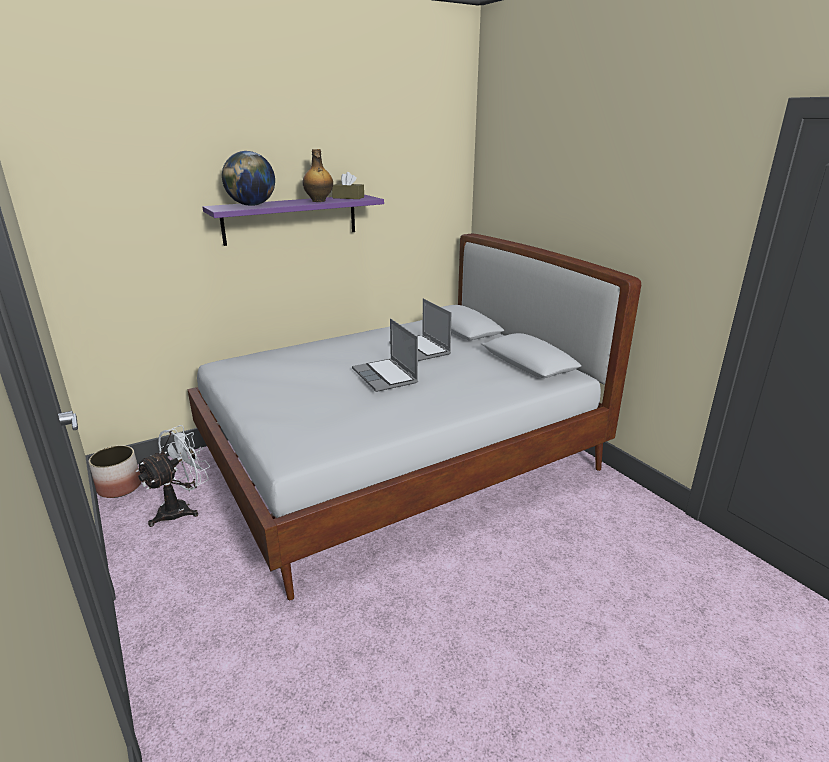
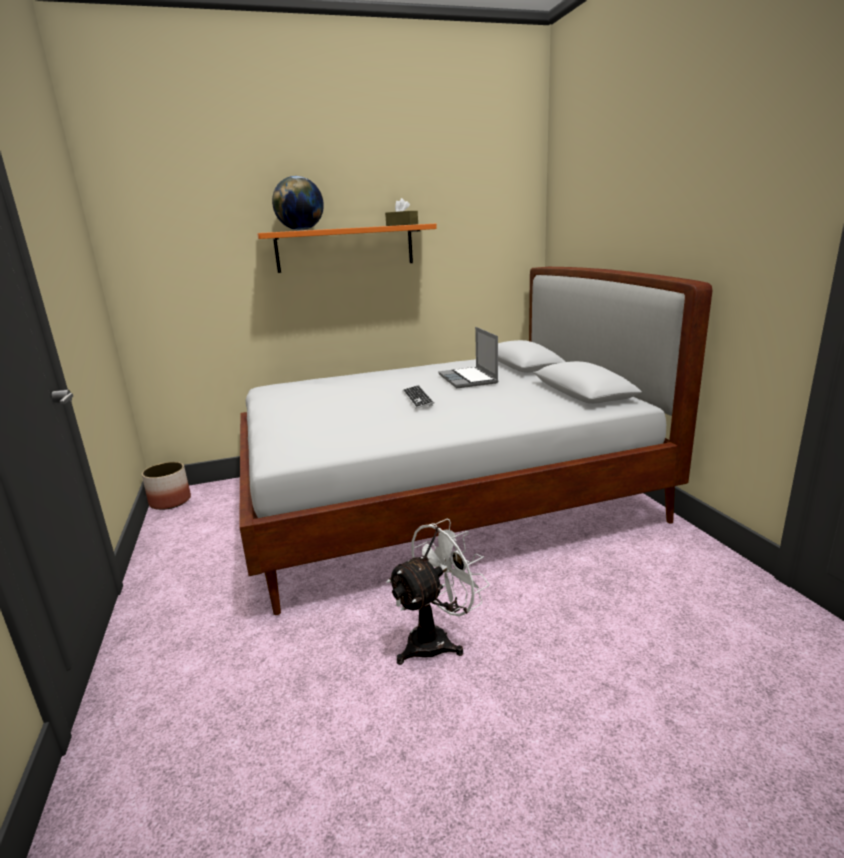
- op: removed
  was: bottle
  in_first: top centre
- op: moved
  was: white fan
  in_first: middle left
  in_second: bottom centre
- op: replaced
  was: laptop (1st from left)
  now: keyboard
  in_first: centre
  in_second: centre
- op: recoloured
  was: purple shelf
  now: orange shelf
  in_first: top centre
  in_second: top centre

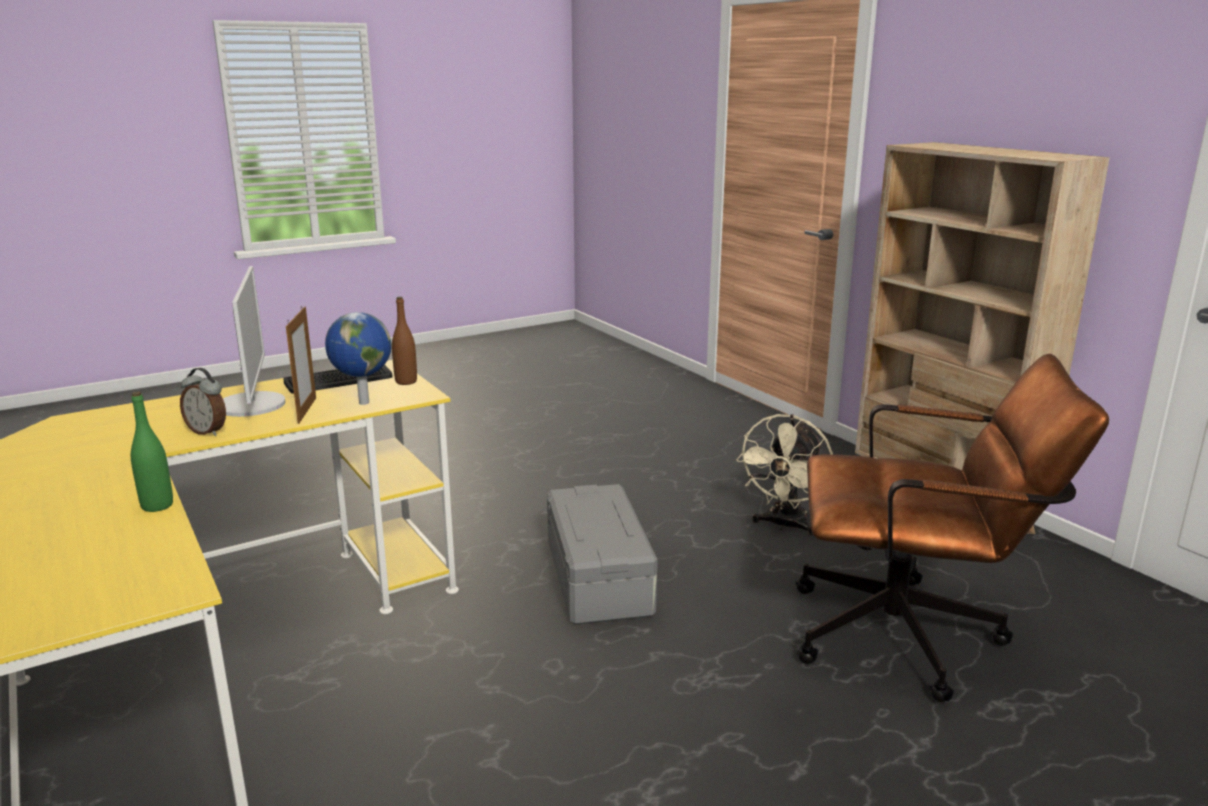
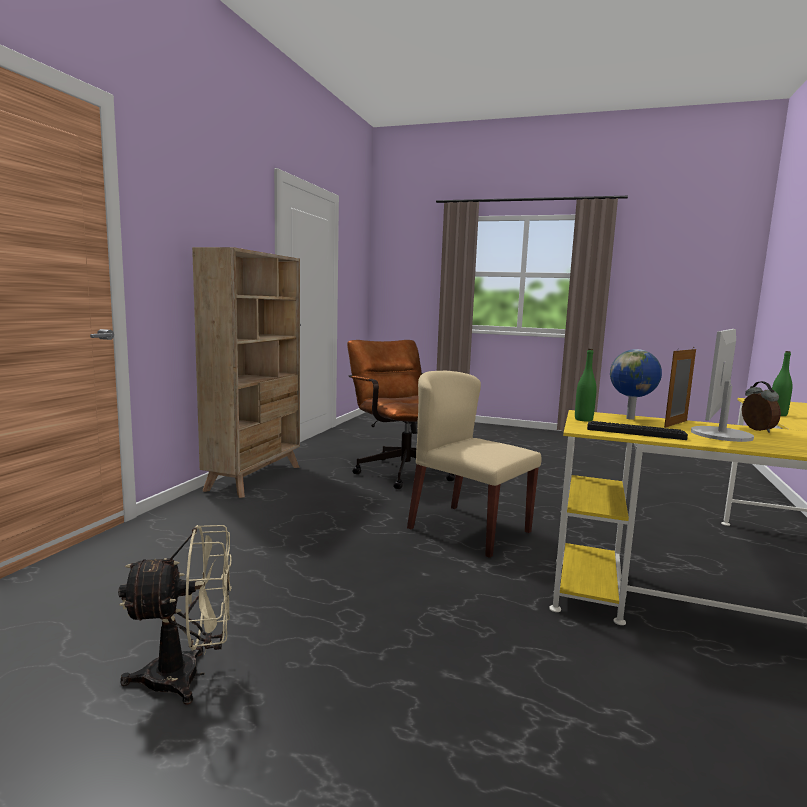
- op: moved
  was: beige fan
  in_first: centre
  in_second: bottom left
- op: replaced
  was: grey storage box
  now: beige chair
  in_first: bottom centre
  in_second: centre
- op: recoloured
  was: brown bottle
  now: green bottle (1st from left)
  in_first: centre
  in_second: middle right

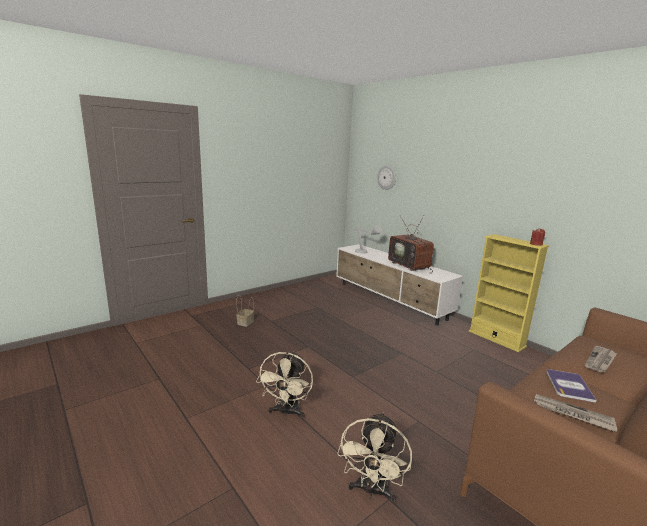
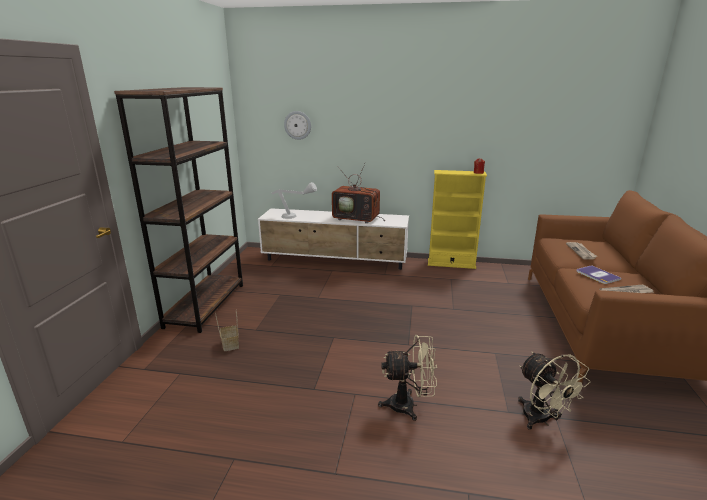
- op: added
  now: brown bookcase
  in_second: middle left
- op: turned
  was: beige fan (1st from left)
  in_first: bottom centre
  in_second: bottom centre
  clockwise: -60

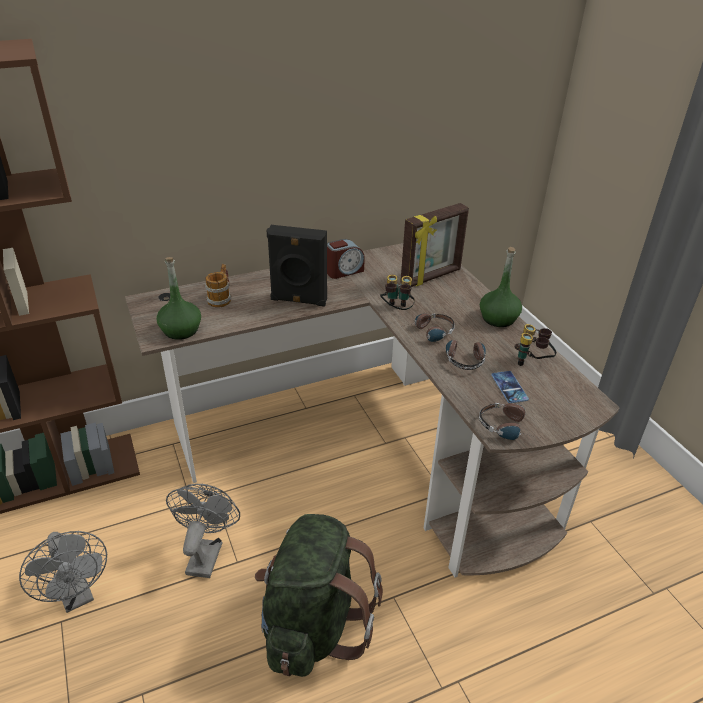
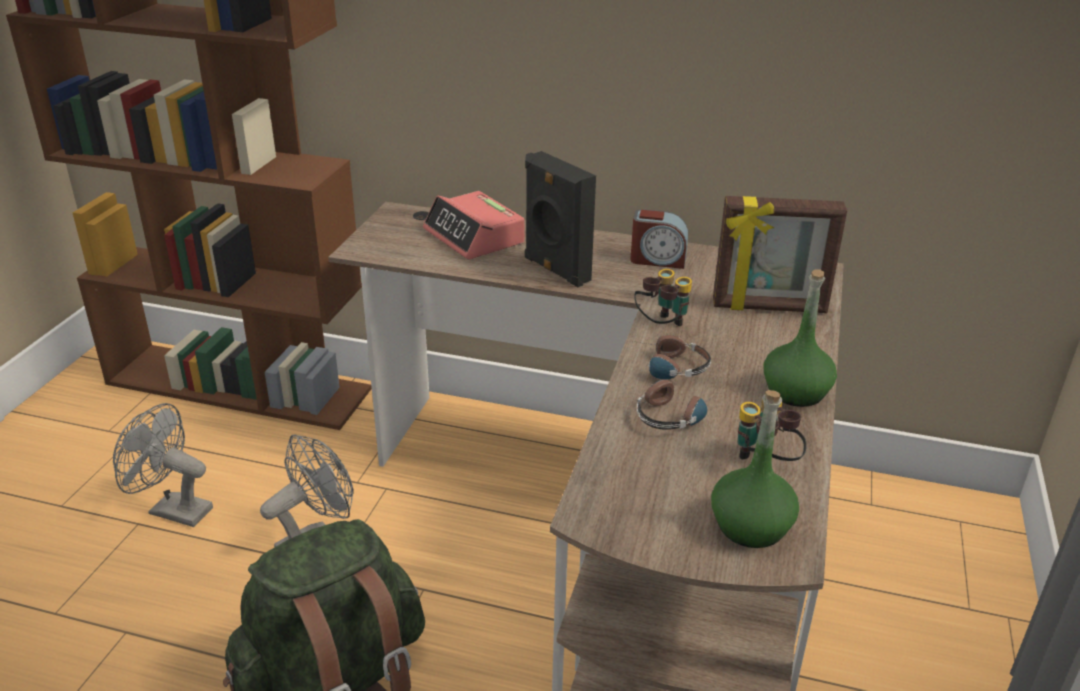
- op: removed
  was: headphones (3rd from left)
  in_first: middle right
- op: removed
  was: phone
  in_first: middle right
- op: moved
  was: green bottle (1st from left)
  in_first: middle left
  in_second: bottom right
- op: replaced
  was: mug
  now: alarm clock (1st from left)
  in_first: middle left
  in_second: top centre
- op: turned
  was: grey fan (1st from left)
  in_first: bottom left
  in_second: bottom left
  clockwise: 105

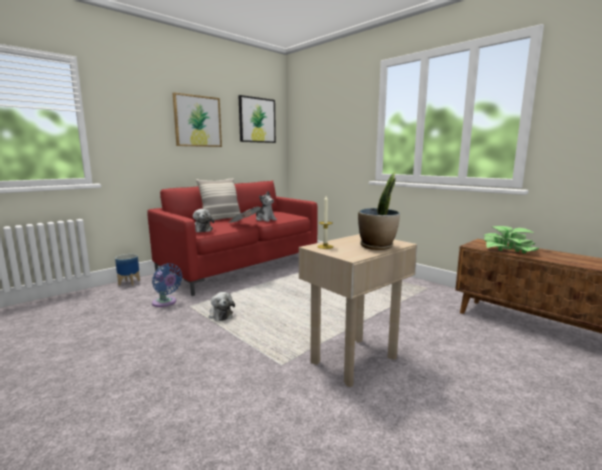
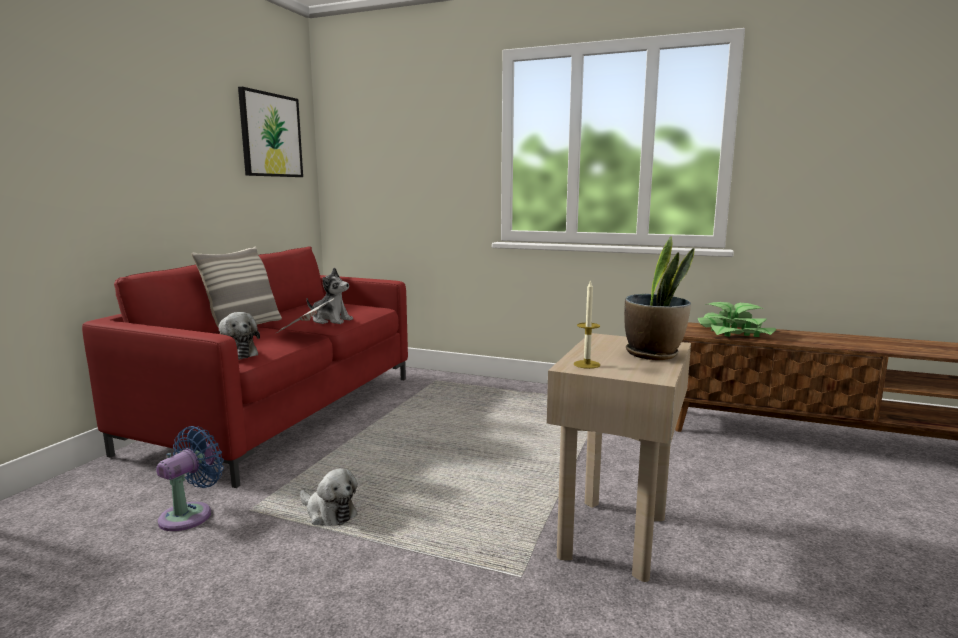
- op: removed
  was: planter
  in_first: middle left
- op: removed
  was: picture (1st from left)
  in_first: top left
- op: turned
  was: blue fan
  in_first: middle left
  in_second: bottom left
  clockwise: -75

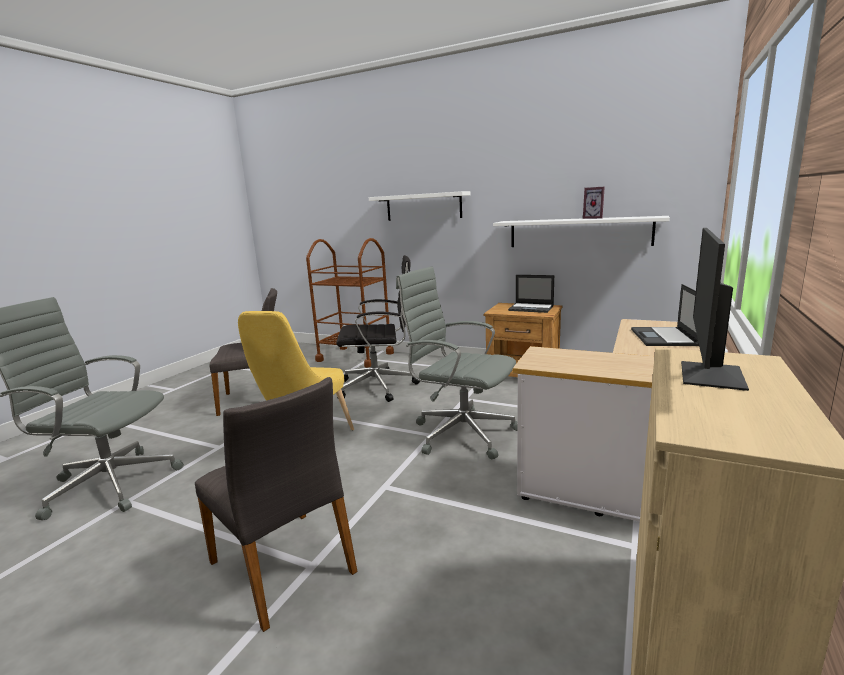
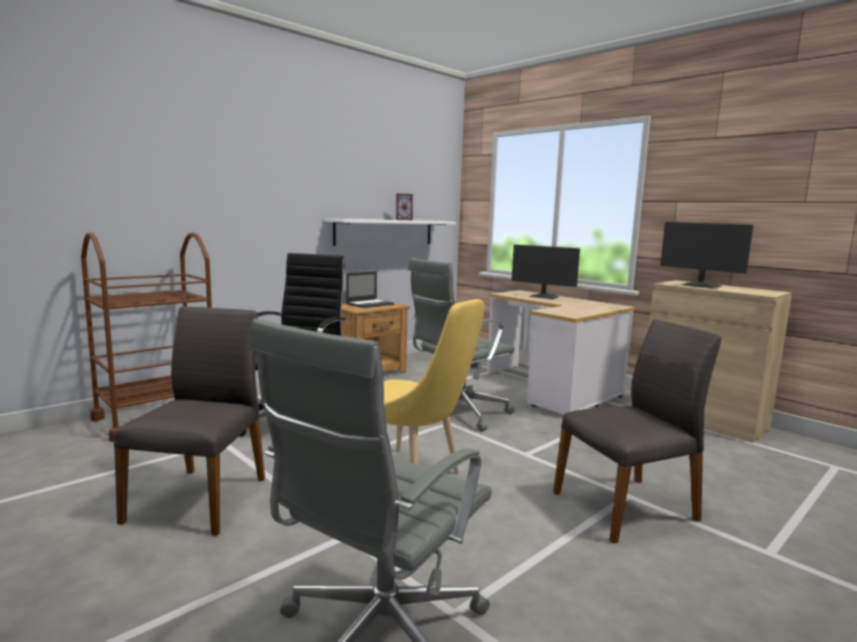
- op: removed
  was: white shelf (1st from left)
  in_first: top centre
- op: replaced
  was: laptop (2nd from left)
  now: monitor (1st from left)
  in_first: middle right
  in_second: centre

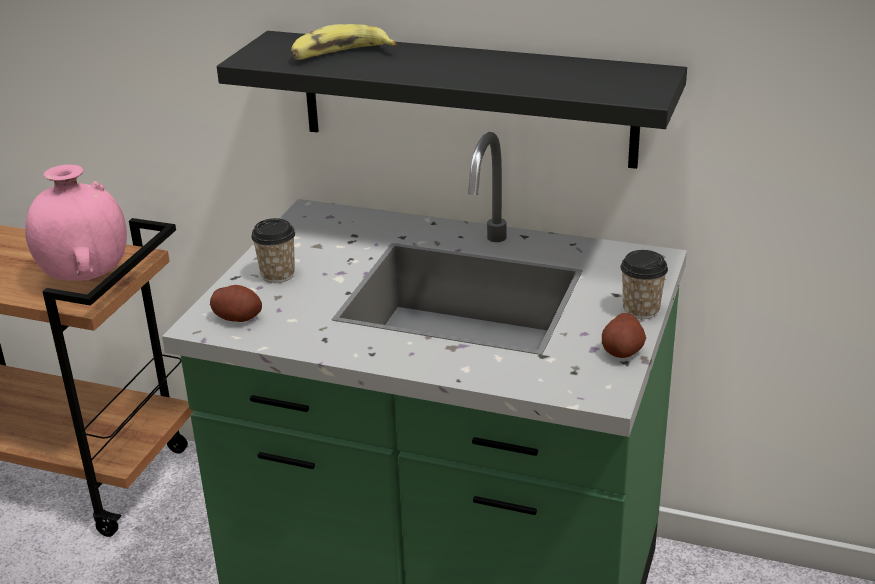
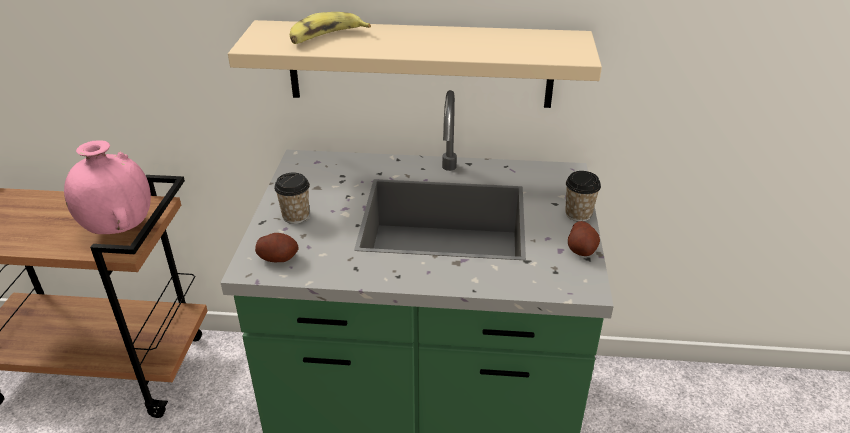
- op: recoloured
  was: black shelf
  now: beige shelf
  in_first: top centre
  in_second: top centre

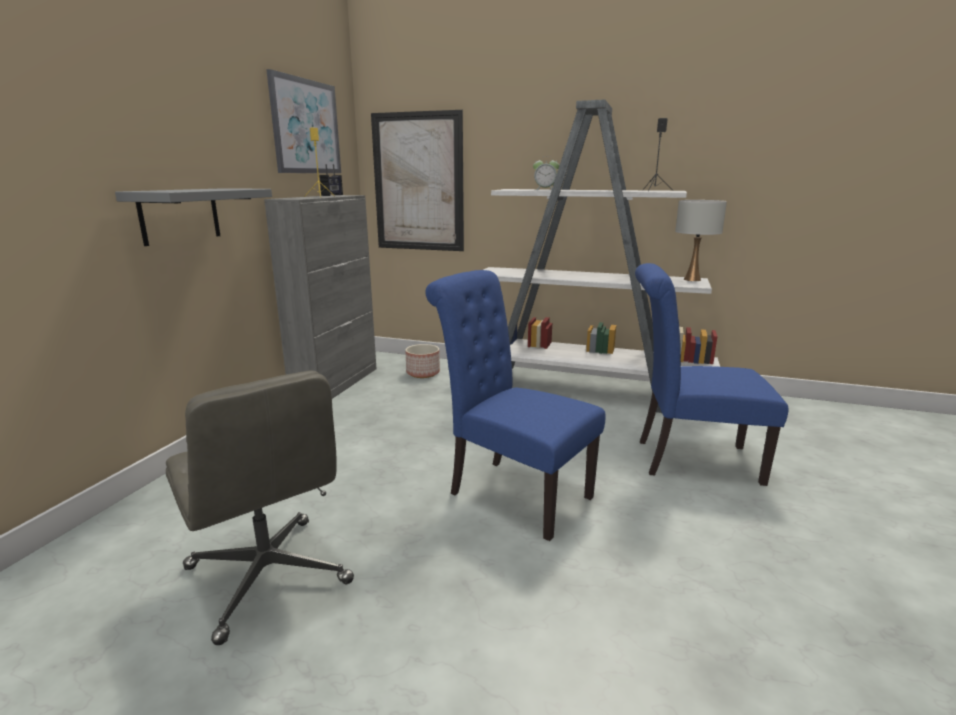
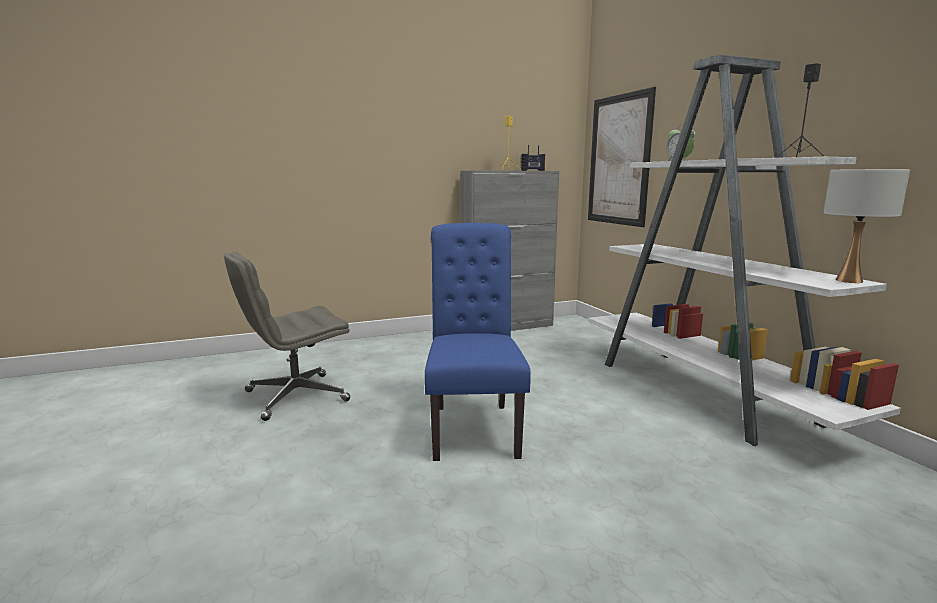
- op: removed
  was: grey shelf
  in_first: top left
- op: removed
  was: picture (1st from left)
  in_first: top left
- op: removed
  was: planter
  in_first: centre
- op: removed
  was: blue chair (2nd from left)
  in_first: middle right
- op: turned
  was: grey office chair
  in_first: bottom left
  in_second: middle left
  clockwise: 45

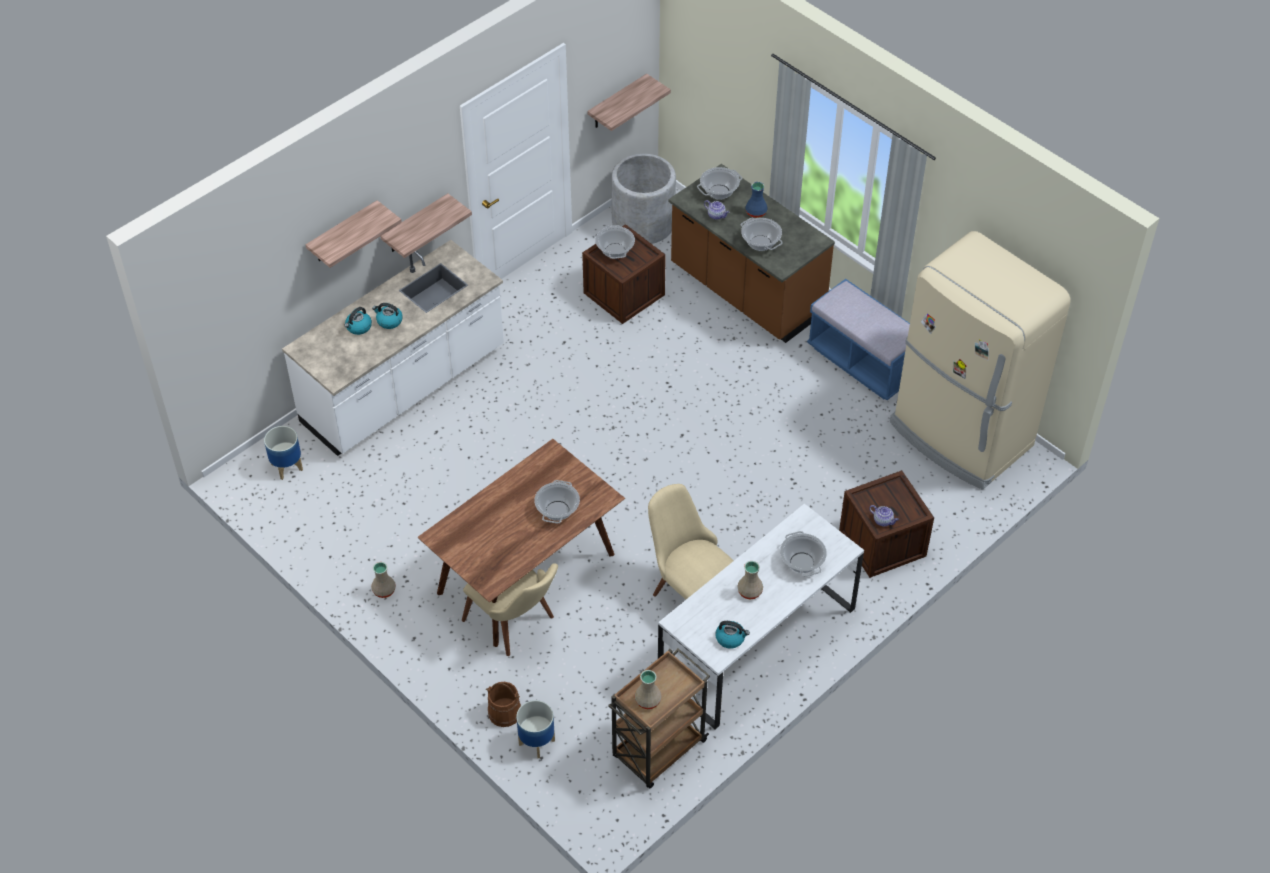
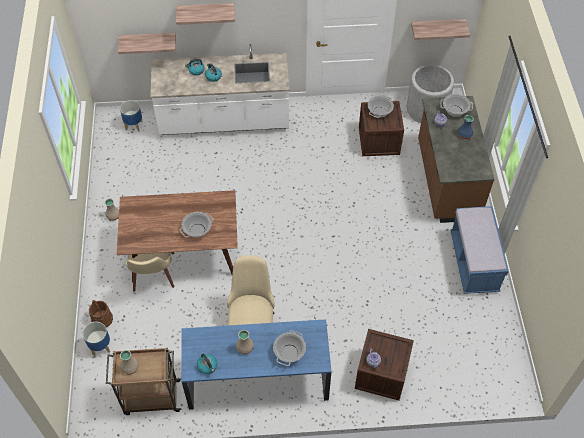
- op: removed
  was: cooking pot (4th from left)
  in_first: top centre
- op: removed
  was: beige fridge
  in_first: middle right
- op: moved
  was: shelf (2nd from left in the first image)
  now: shelf (1st from left)
  in_first: top centre
  in_second: top left
- op: recoloured
  was: white desk
  now: blue desk
  in_first: bottom centre
  in_second: bottom centre

